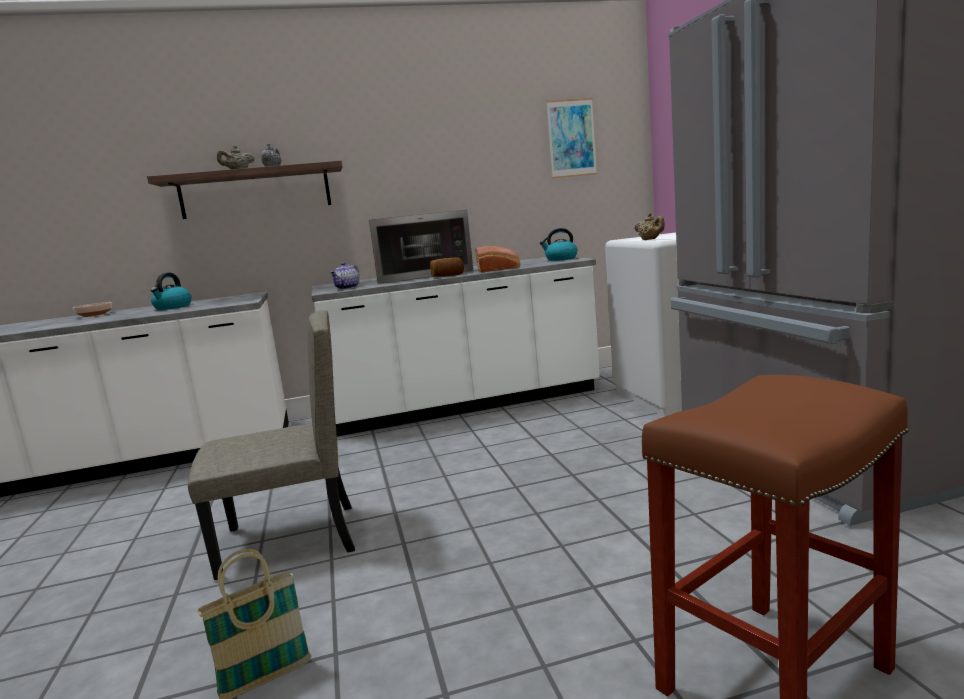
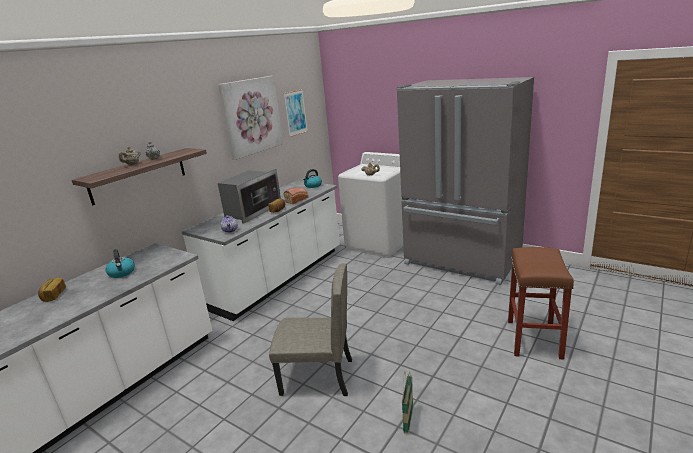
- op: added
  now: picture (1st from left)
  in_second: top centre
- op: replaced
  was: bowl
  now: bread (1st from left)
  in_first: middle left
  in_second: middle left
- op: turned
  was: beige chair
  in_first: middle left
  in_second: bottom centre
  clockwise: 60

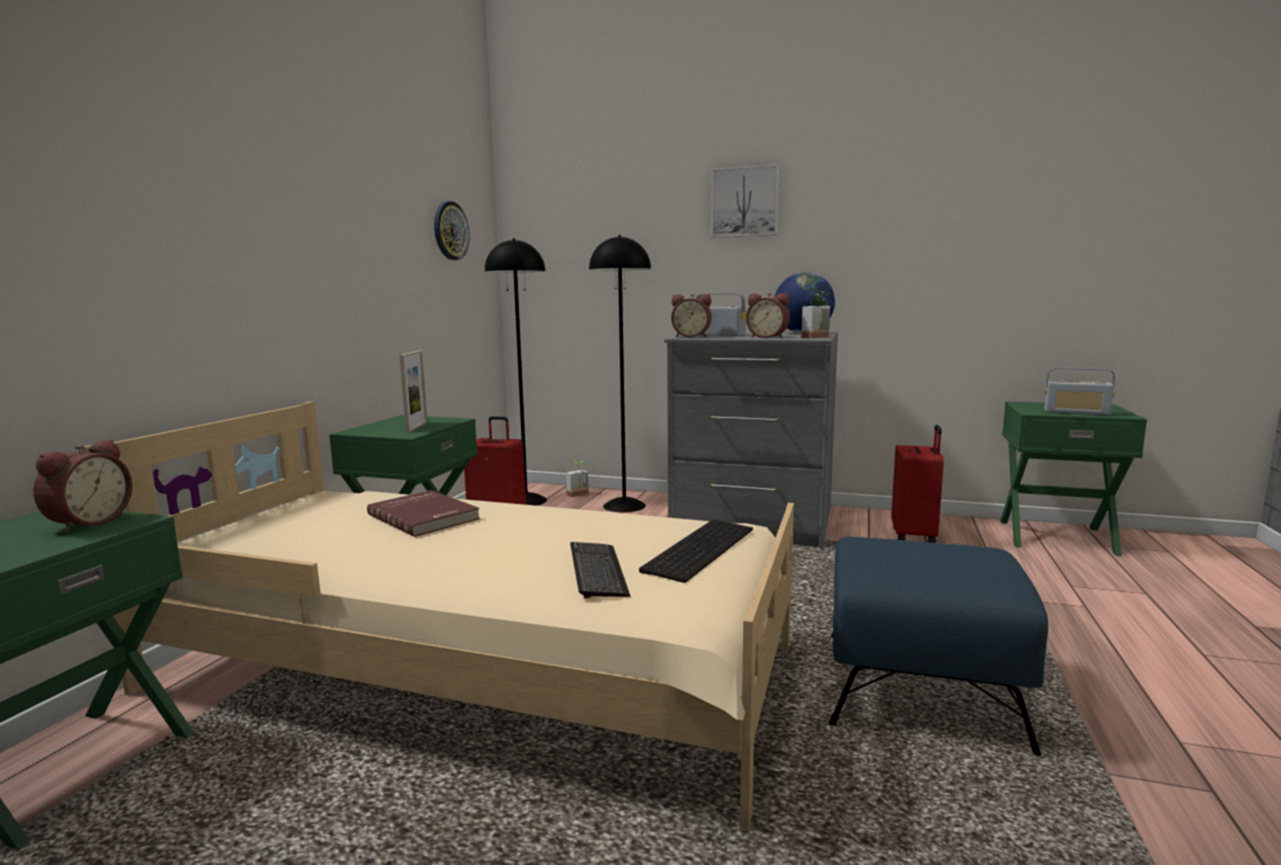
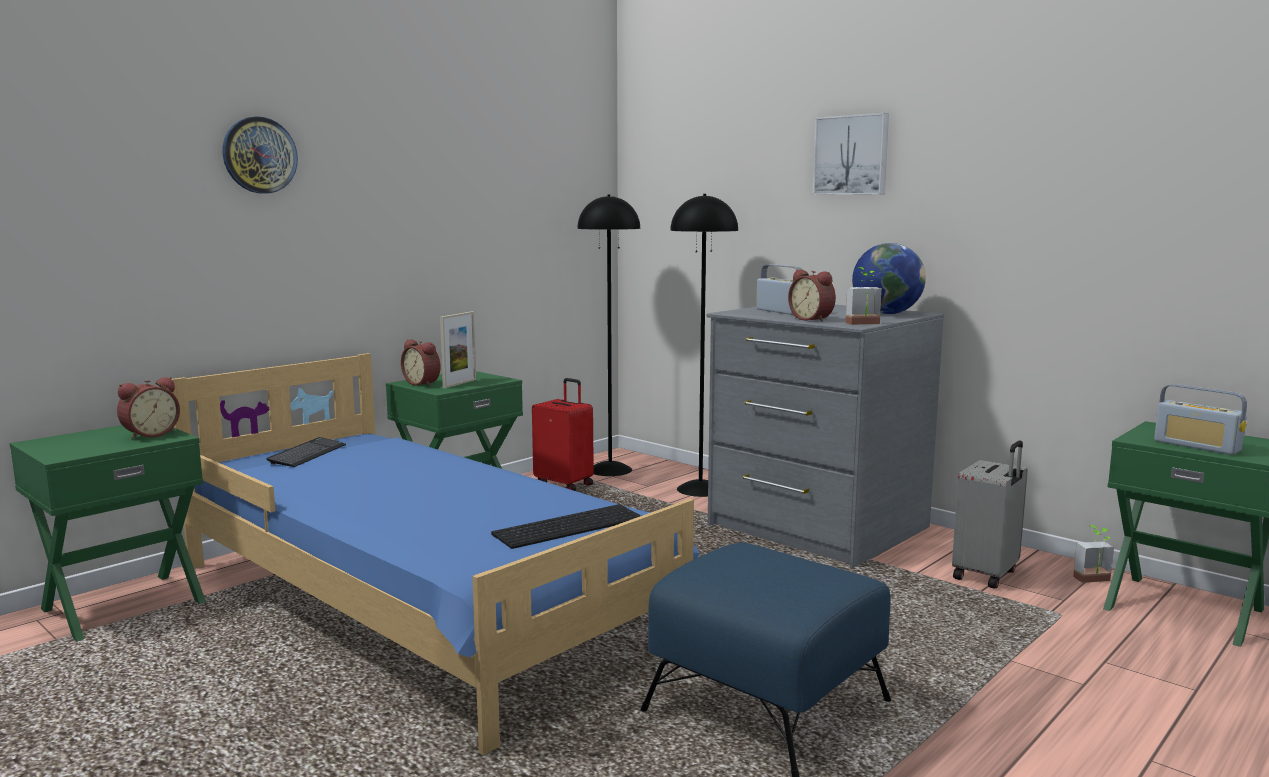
- op: removed
  was: red book
  in_first: middle left
- op: moved
  was: wall clock
  in_first: top centre
  in_second: top left
- op: moved
  was: potted plant (1st from left in the first image)
  now: potted plant (2nd from left)
  in_first: centre
  in_second: bottom right
- op: moved
  was: keyboard (1st from left)
  in_first: centre
  in_second: middle left
- op: moved
  was: alarm clock (2nd from left)
  in_first: centre
  in_second: middle left
- op: recoloured
  was: beige bed
  now: blue bed
  in_first: bottom centre
  in_second: bottom centre
- op: recoloured
  was: red suitcase (2nd from left)
  now: grey suitcase
  in_first: middle right
  in_second: middle right

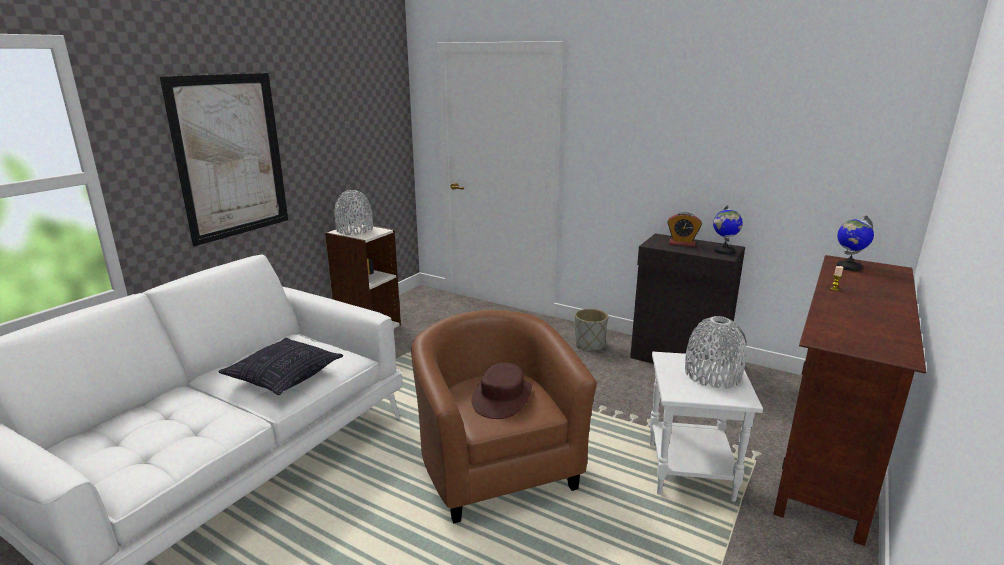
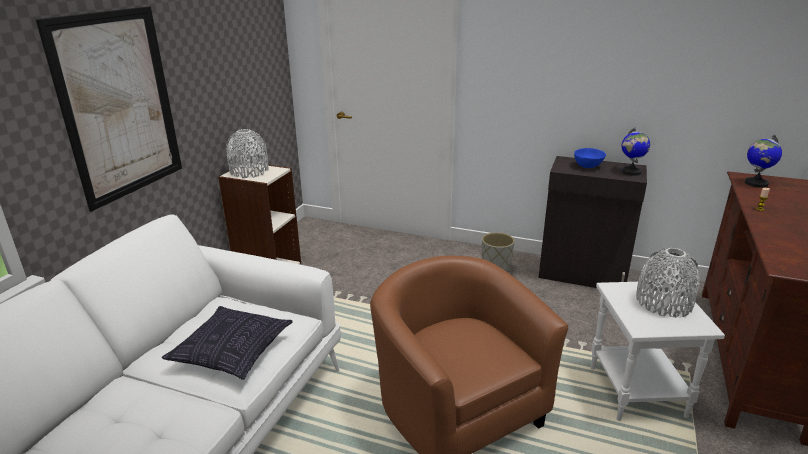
- op: removed
  was: brown hat
  in_first: bottom centre
- op: replaced
  was: alarm clock
  now: blue bowl
  in_first: middle right
  in_second: middle right

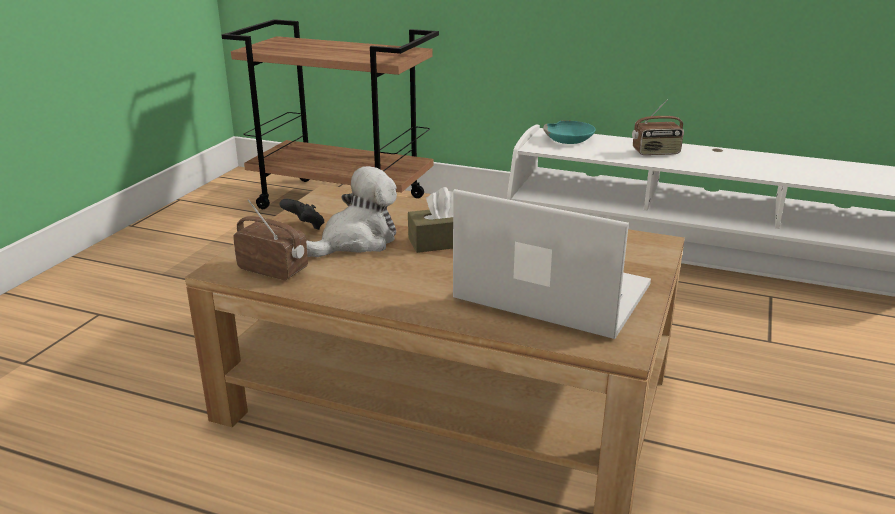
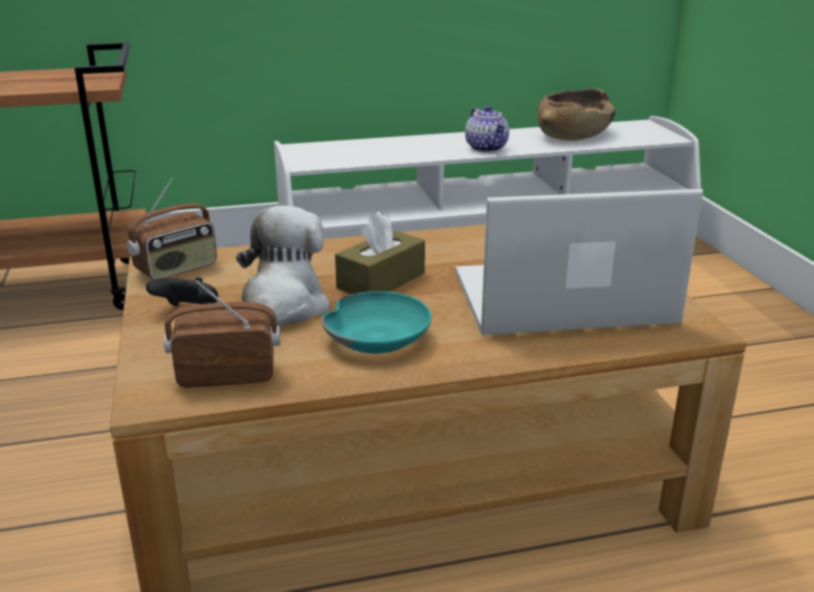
- op: added
  now: teapot
  in_second: top centre
- op: added
  now: brown bowl
  in_second: top right
- op: moved
  was: turquoise bowl
  in_first: top centre
  in_second: centre
- op: moved
  was: radio (2nd from left in the first image)
  now: radio (1st from left)
  in_first: top right
  in_second: middle left

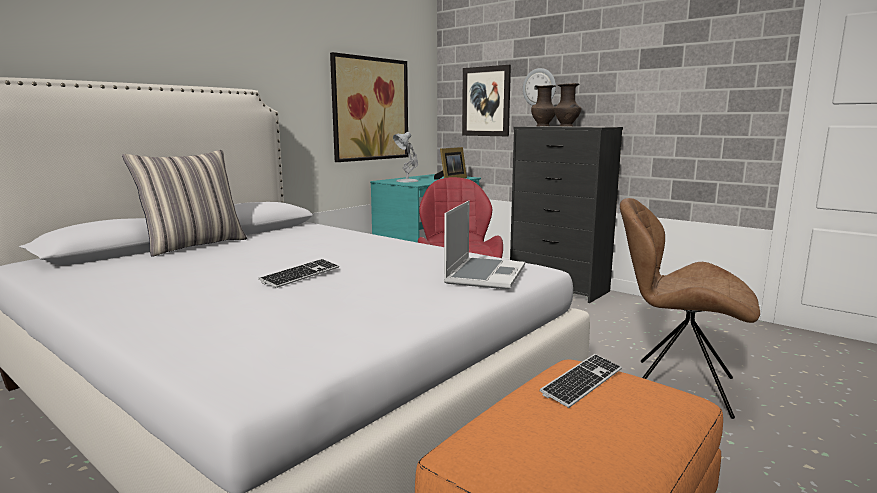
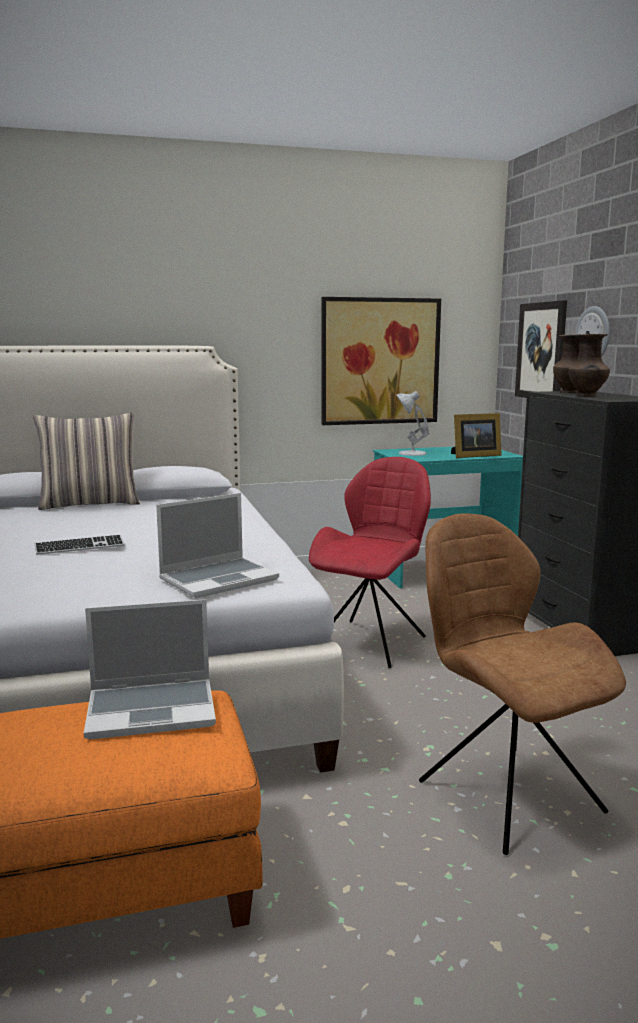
- op: replaced
  was: keyboard (2nd from left)
  now: laptop (1st from left)
  in_first: bottom centre
  in_second: middle left

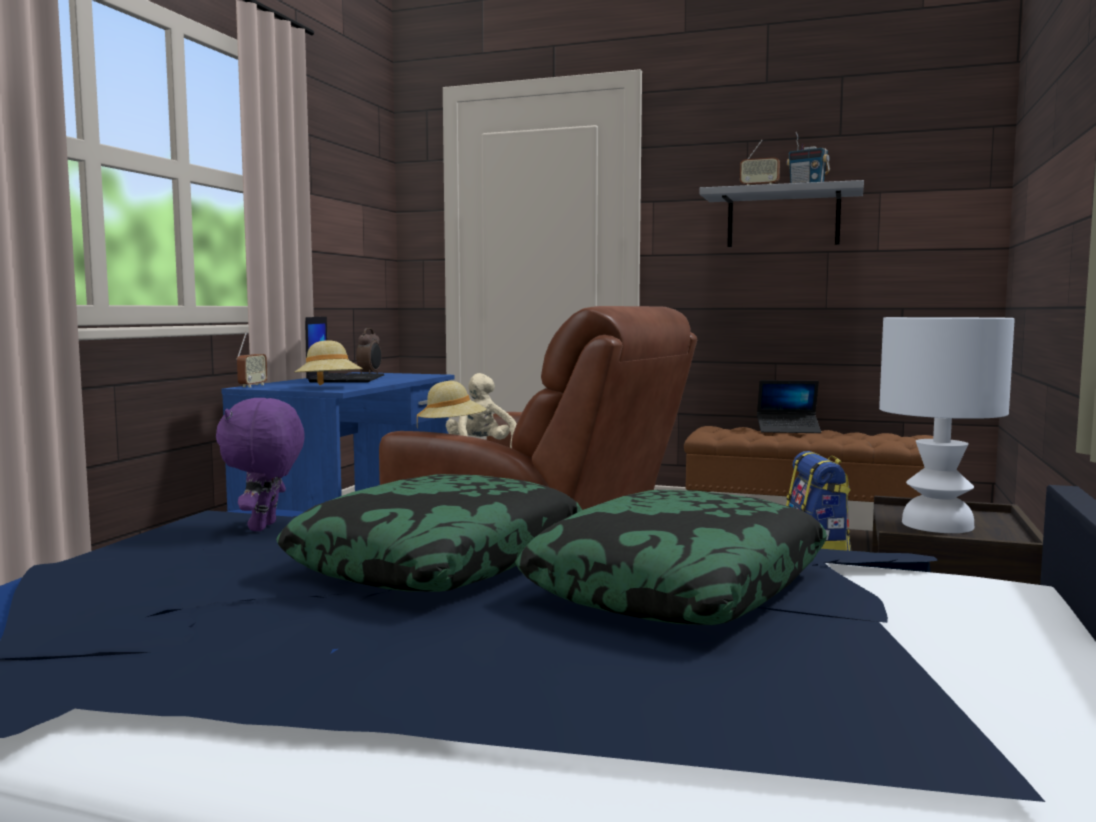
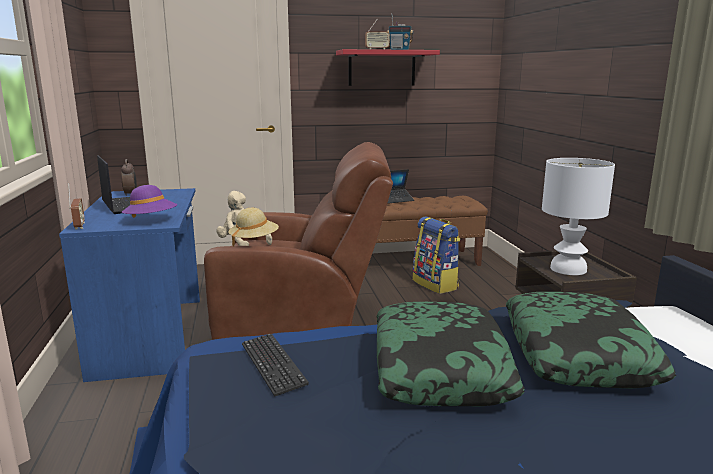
- op: replaced
  was: purple plush toy
  now: keyboard
  in_first: middle left
  in_second: bottom centre
- op: recoloured
  was: beige hat (1st from left)
  now: purple hat
  in_first: middle left
  in_second: middle left
- op: recoloured
  was: grey shelf
  now: red shelf
  in_first: top right
  in_second: top centre

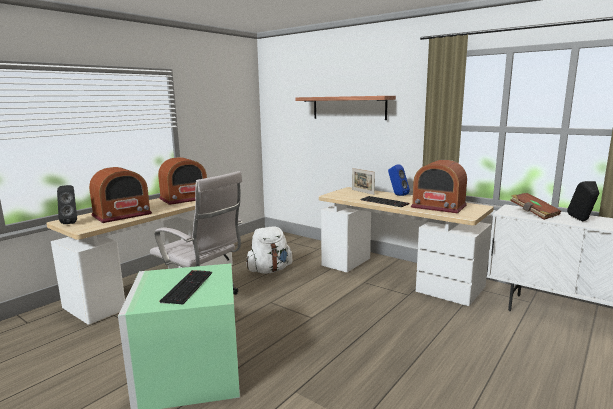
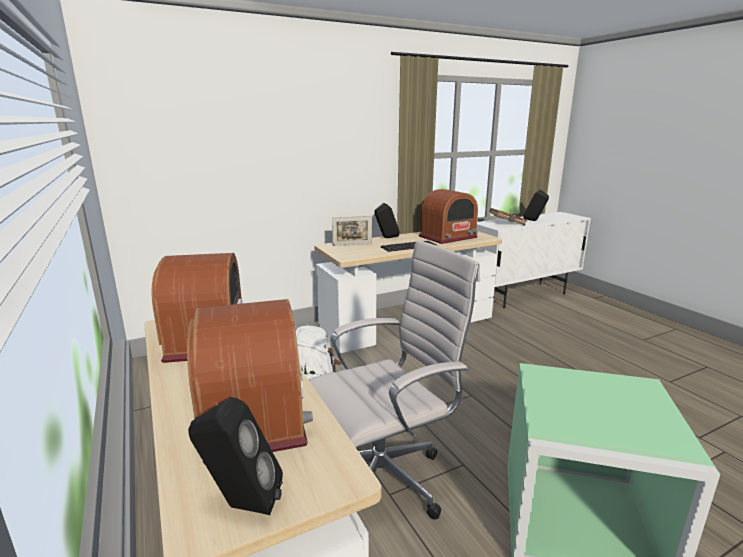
- op: removed
  was: keyboard (1st from left)
  in_first: bottom left
- op: removed
  was: shelf
  in_first: top centre
- op: recoloured
  was: blue speaker
  now: black speaker (2nd from left)
  in_first: centre
  in_second: centre

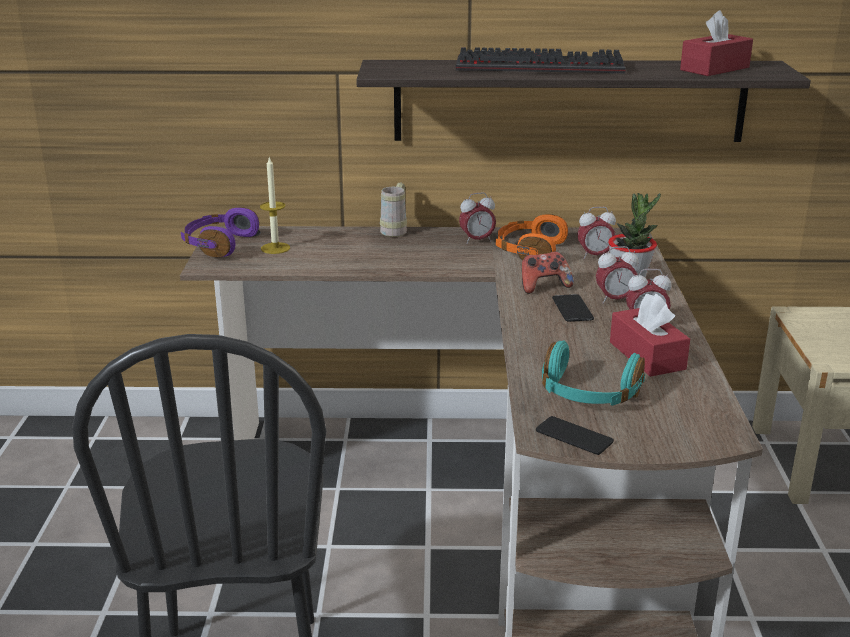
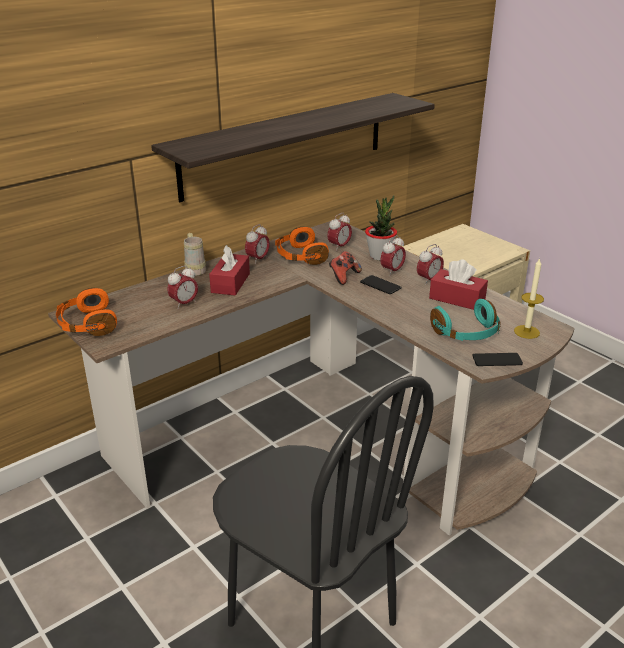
- op: removed
  was: keyboard
  in_first: top centre
- op: added
  now: alarm clock (1st from left)
  in_second: middle left
- op: moved
  was: candle
  in_first: top left
  in_second: middle right
- op: moved
  was: red tissue box (2nd from left in the first image)
  now: red tissue box (1st from left)
  in_first: top right
  in_second: centre
- op: recoloured
  was: purple headphones
  now: orange headphones (1st from left)
  in_first: middle left
  in_second: middle left

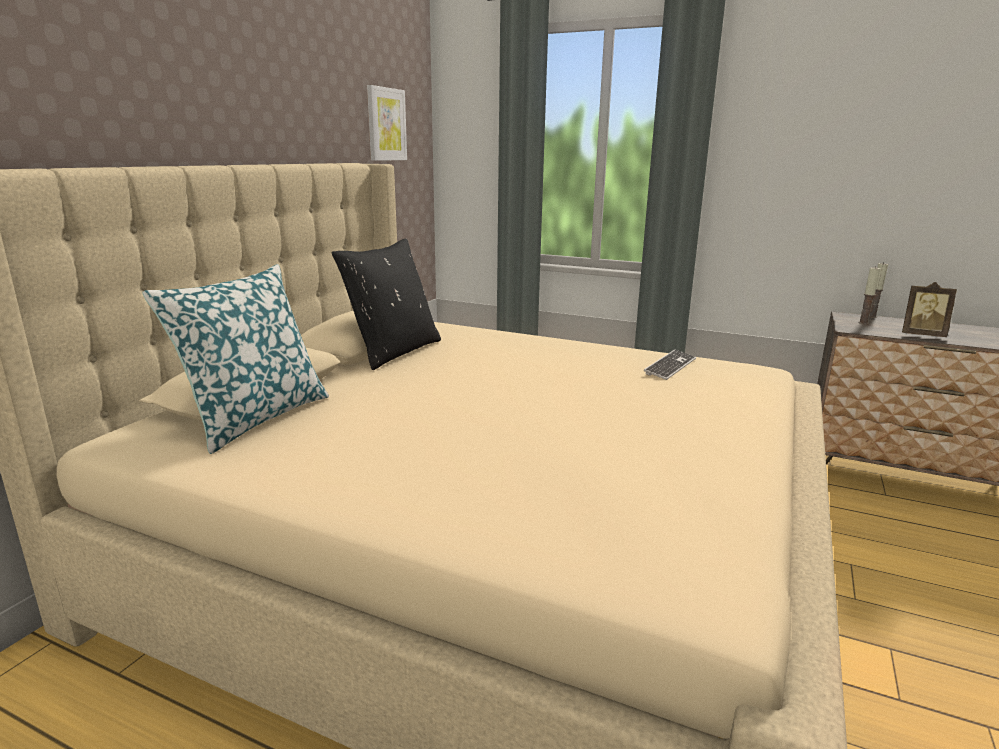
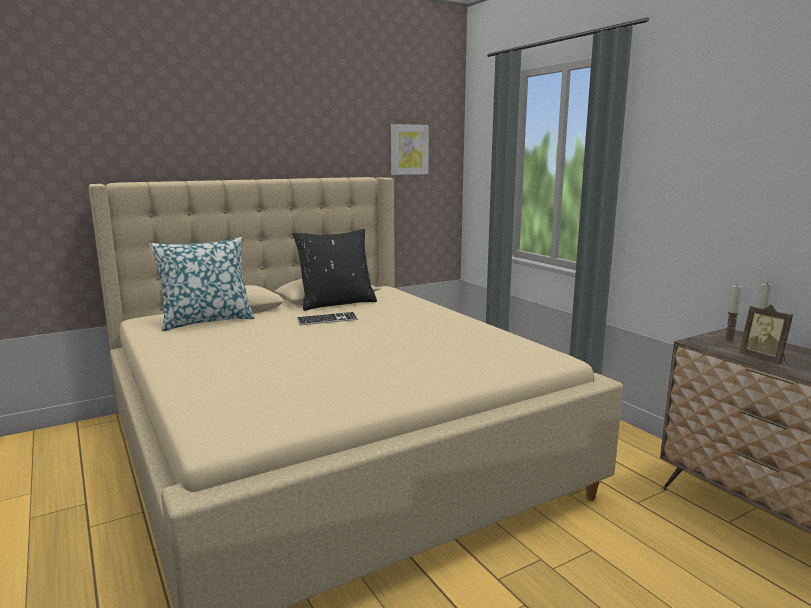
- op: moved
  was: keyboard
  in_first: middle right
  in_second: centre

